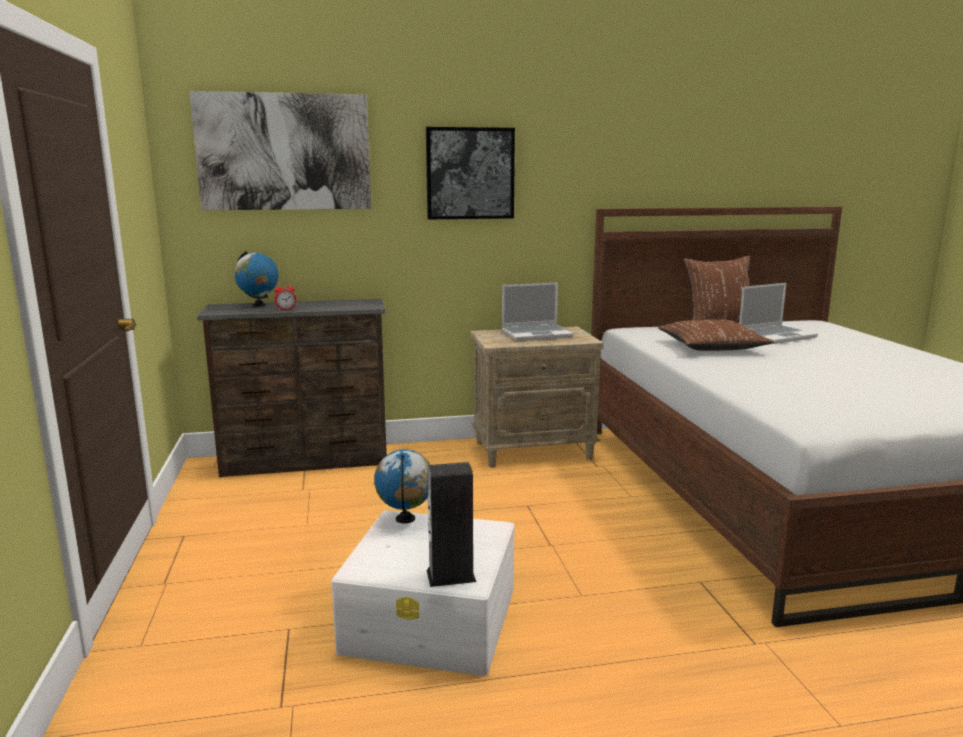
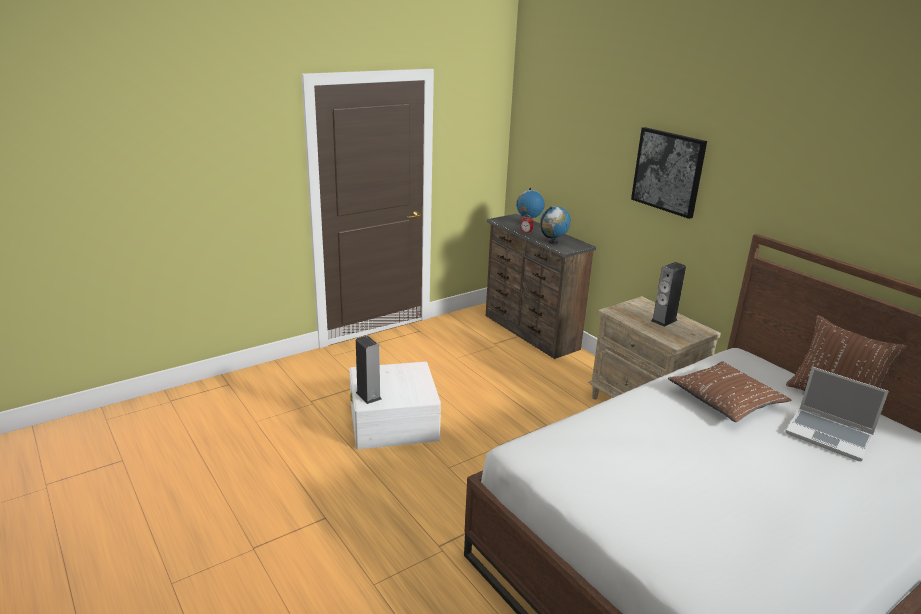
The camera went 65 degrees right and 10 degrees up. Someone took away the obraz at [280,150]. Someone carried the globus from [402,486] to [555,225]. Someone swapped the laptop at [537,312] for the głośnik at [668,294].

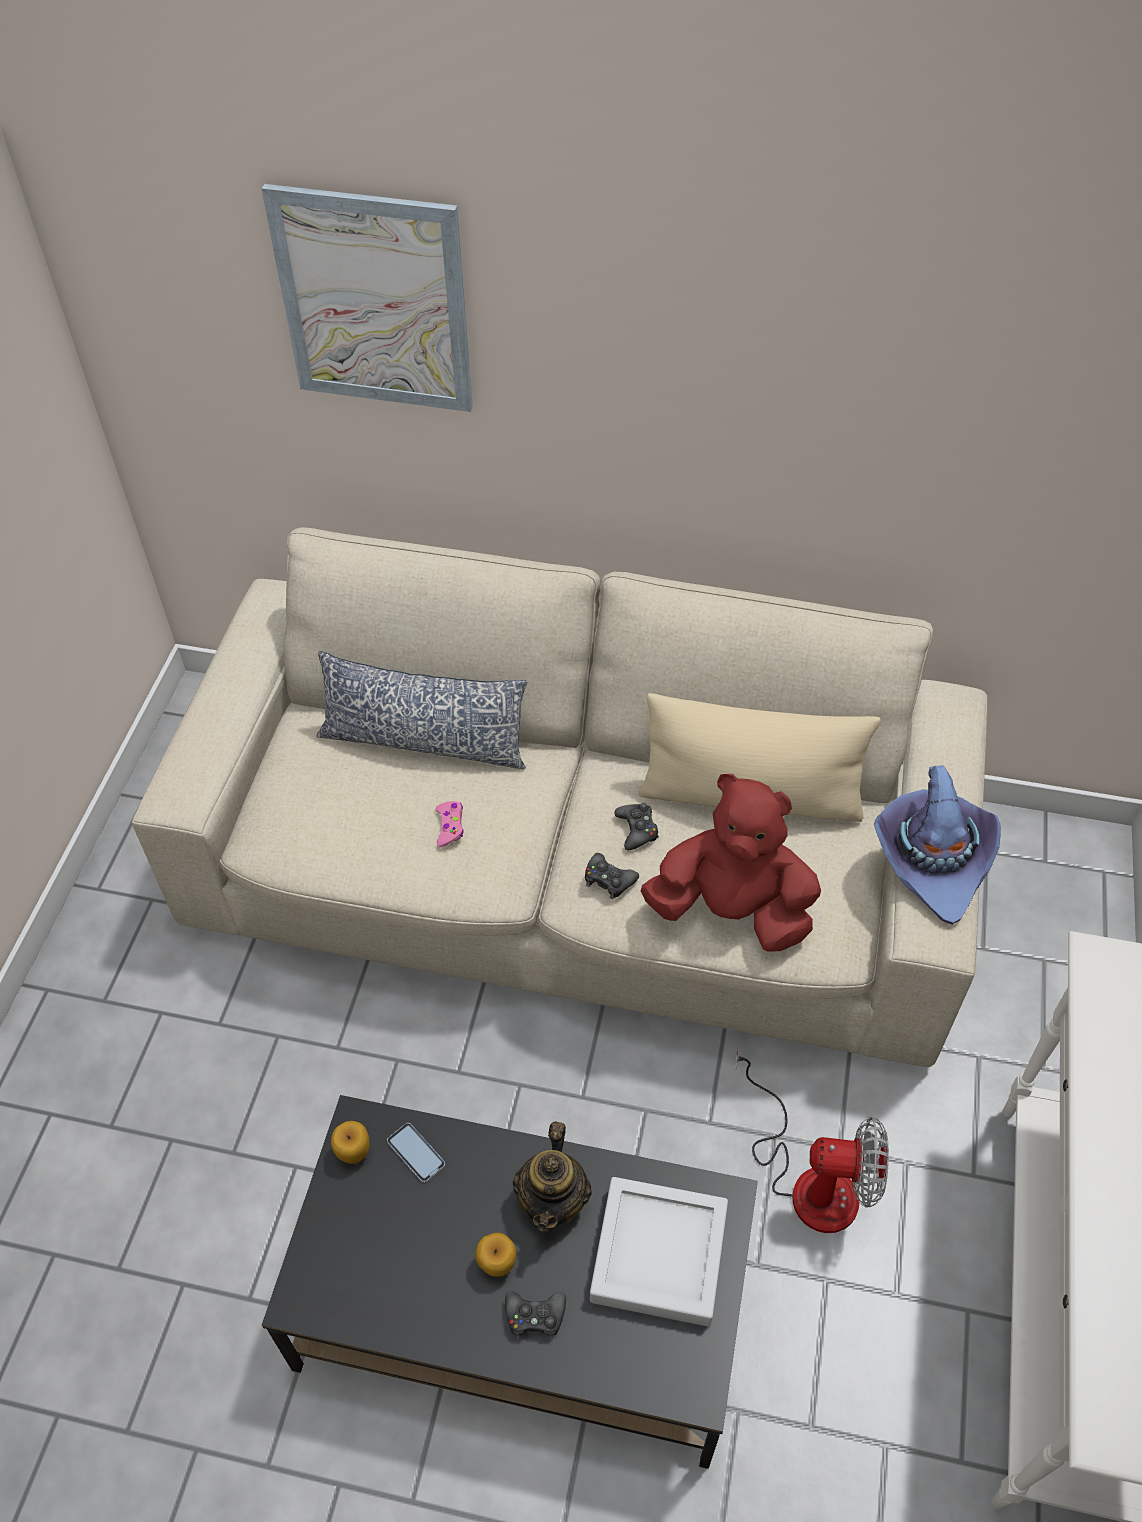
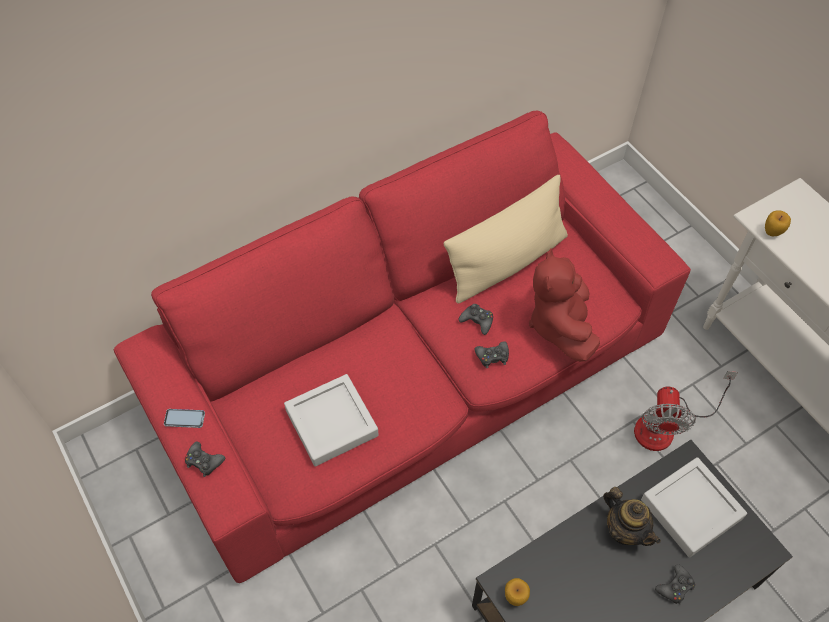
The camera went 45 degrees left and 5 degrees up. Someone took away the obraz at [367,298]. Someone took away the poduszka at [421,710]. Someone took away the pad do gier/różowy at [449,824]. Someone took away the kapelusz/fioletowy at [937,844]. Someone put down the pad do gier/czarny at [205,459]. Someone put down the taca/szary at [331,420]. Someone carried the telefon from [416,1153] to [184,418]. Someone carried the jabłko from [495,1255] to [778,223]. Someone repainted the kanapa/beżowy at [559,797], which became the kanapa/czerwony at [402,347]. Someone rotated the pluszak/czerwony at [731,863] by 60 degrees counterclockwise. Someone rotated the wentylator at [812,1138] by 135 degrees clockwise.

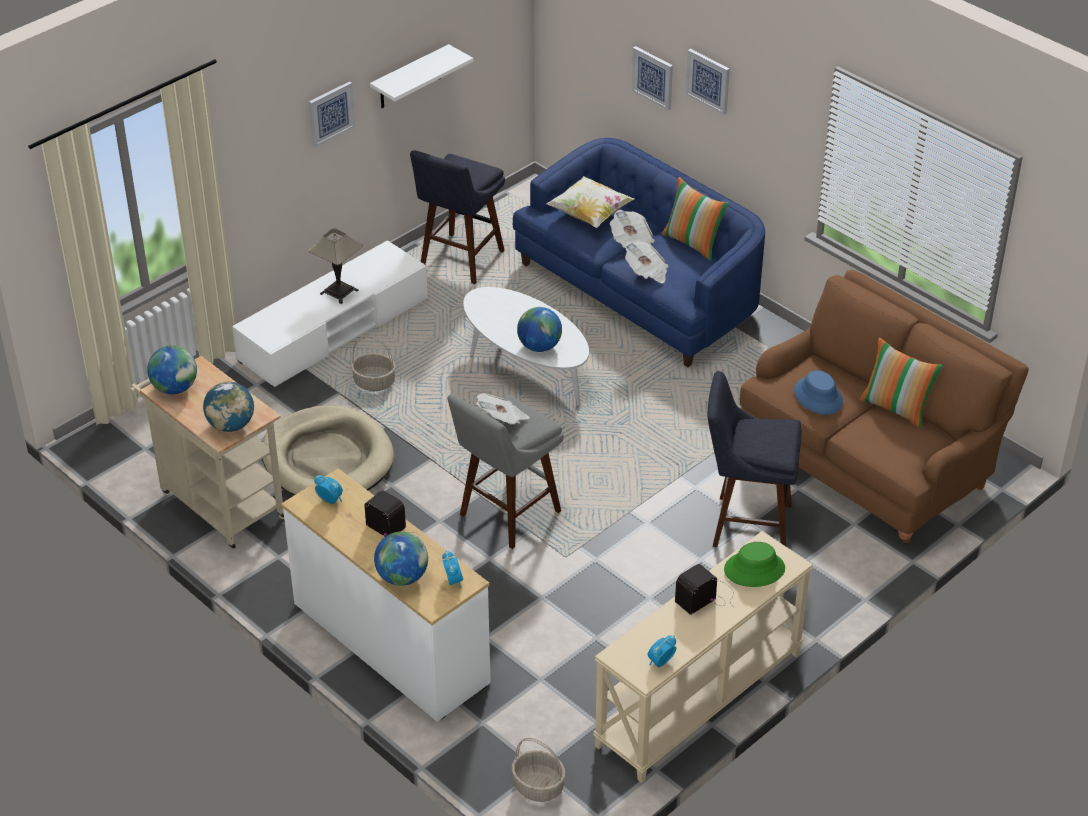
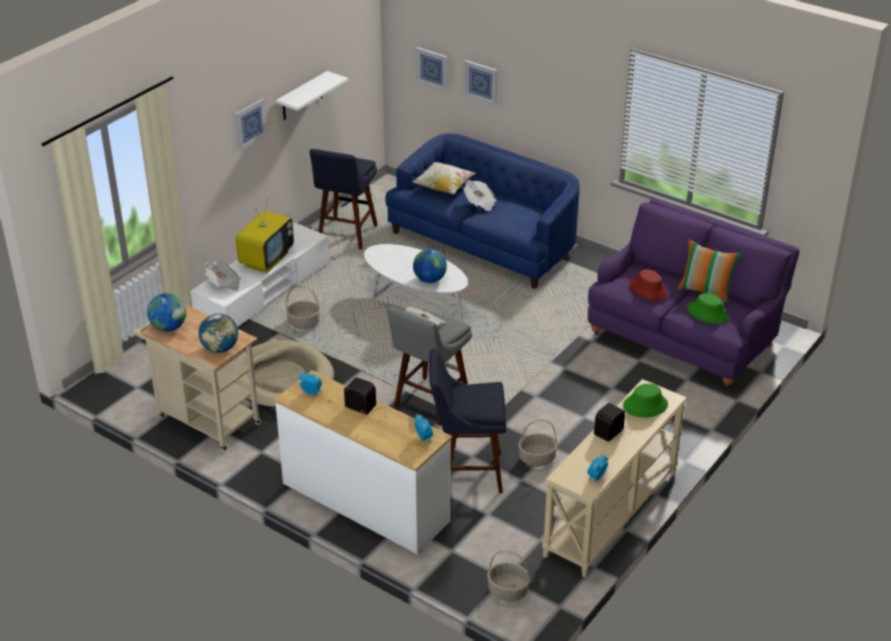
The camera went 10 degrees left and 5 degrees down. Someone took away the globus at [401,558]. Someone took away the poduszka at [695,219]. Someone put down the koszyk at [538,443]. Someone put down the kapelusz/zielony at [708,308]. Someone carried the gazeta from [647,262] to [223,276]. Someone carried the obraz from [707,82] to [431,69]. Someone carried the stołek/niebieski from [754,459] to [467,421]. Someone swapped the lampa stołowa at [335,266] for the telewizor at [264,236]. Someone repainted the kanapa/brązowy at [884,406], which became the kanapa/fioletowy at [694,293]. Someone repainted the kapelusz/niebieski at [818,392], which became the kapelusz/czerwony at [649,284].

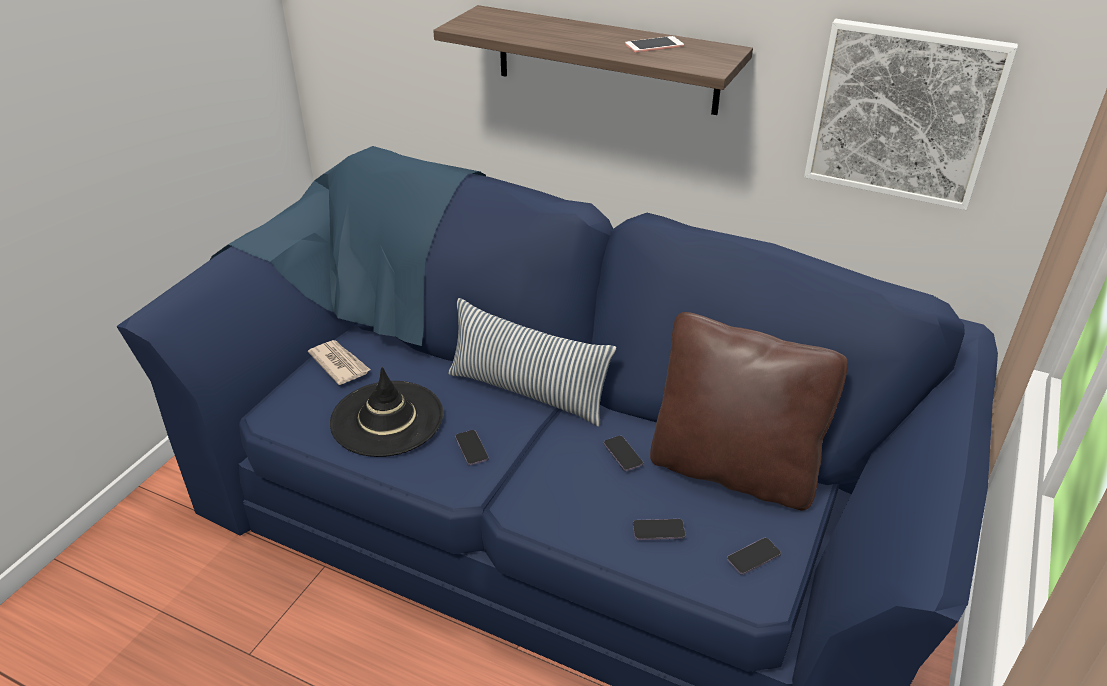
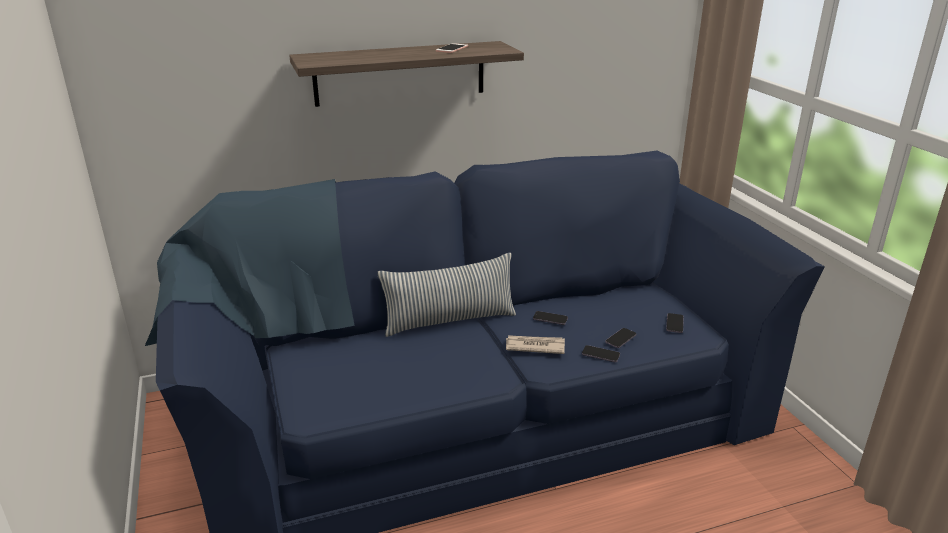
The camera went 45 degrees left and 10 degrees down. Someone took away the kapelusz/czarny at [386,412]. Someone took away the poduszka/brązowy at [749,411]. Someone took away the obraz at [911,114]. Someone carried the gazeta from [339,362] to [535,344]. Someone carried the telefon from [472,447] to [601,353].

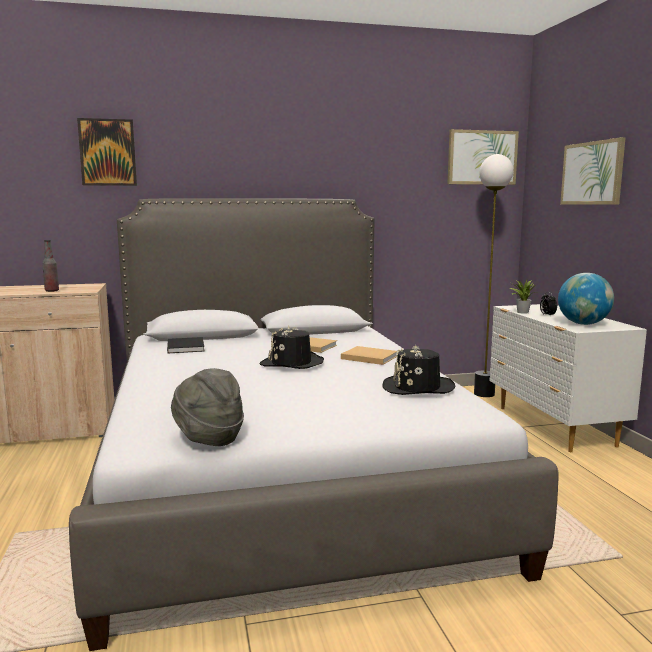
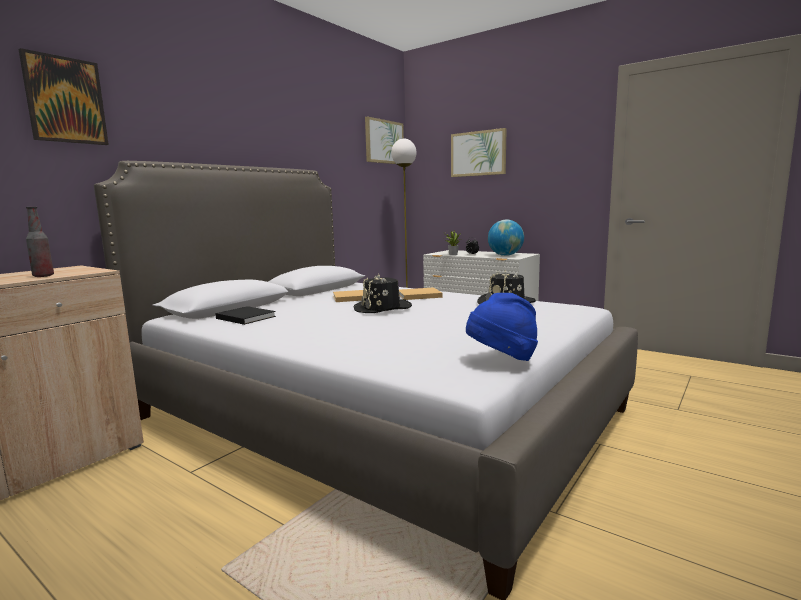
The camera went 40 degrees left and 0 degrees up. Someone repainted the kapelusz/szary at [207,407], which became the kapelusz/niebieski at [502,327].

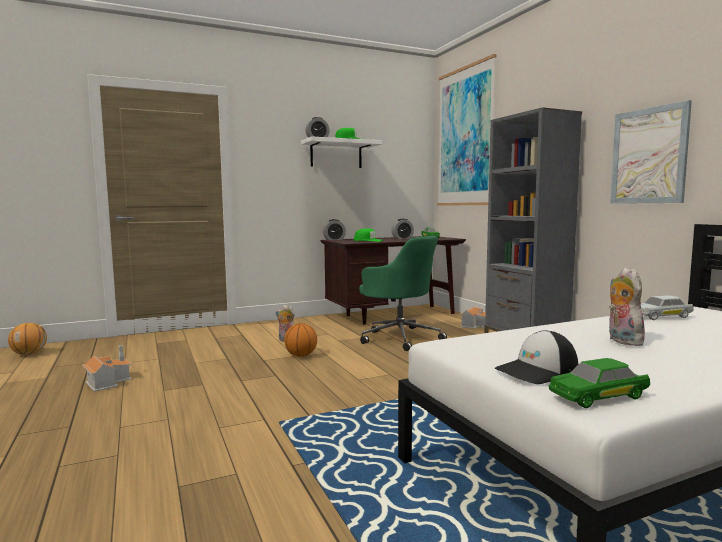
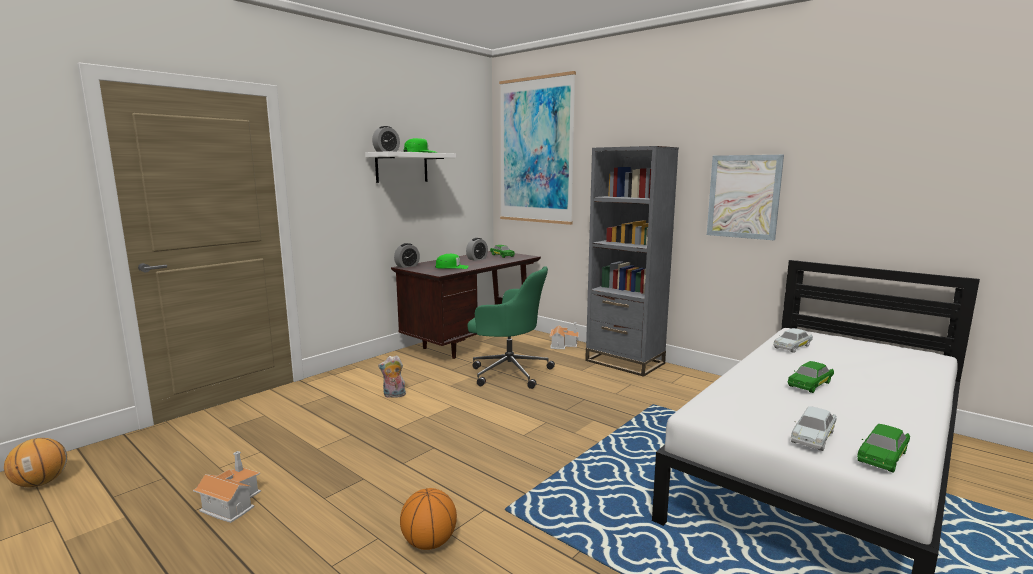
The camera went 25 degrees left and 5 degrees up. Someone carried the piłka do koszykówki from [300,340] to [428,519]. Someone swapped the czapka z daszkiem at [536,357] for the samochodzik/biały at [814,428]. Someone swapped the pluszak at [627,307] for the samochodzik/zielony at [811,377].

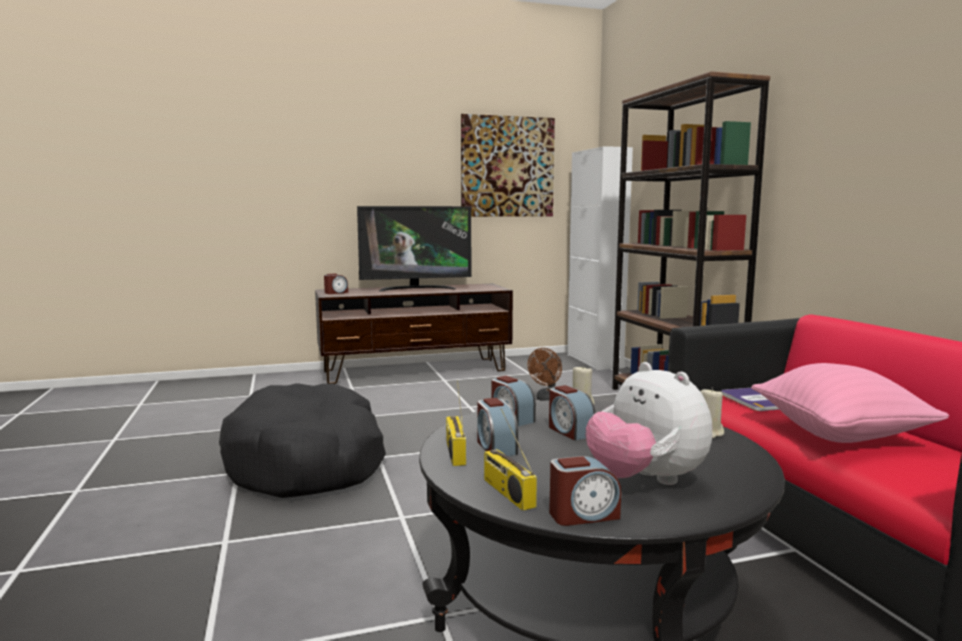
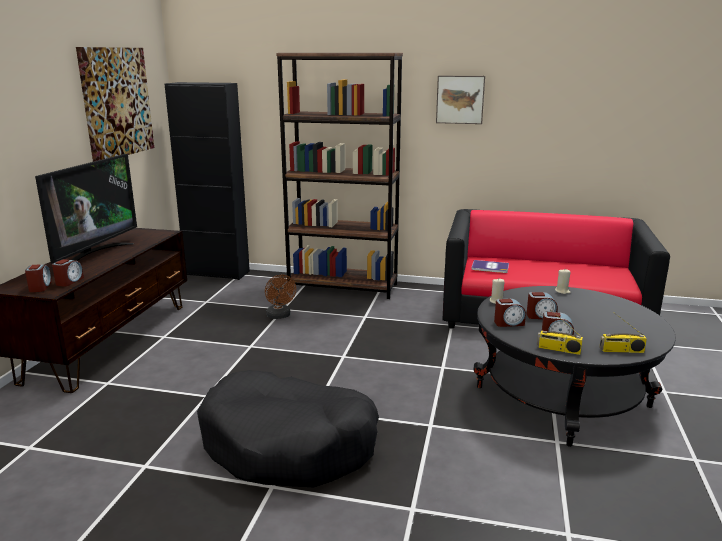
The camera went 60 degrees left and 10 degrees up. Someone took away the pluszak at [649,423]. Someone took away the poduszka/różowy at [850,403]. Someone put up the obraz at [460,100]. Someone carried the budzik from [585,491] to [68,273]. Someone repainted the szafka/biały at [600,258], which became the szafka/czarny at [207,181].

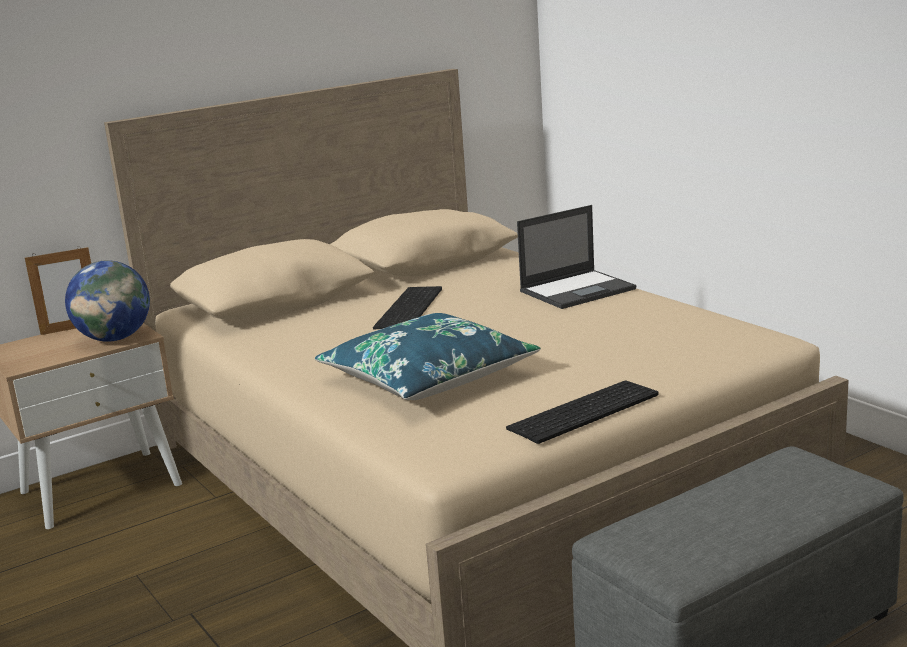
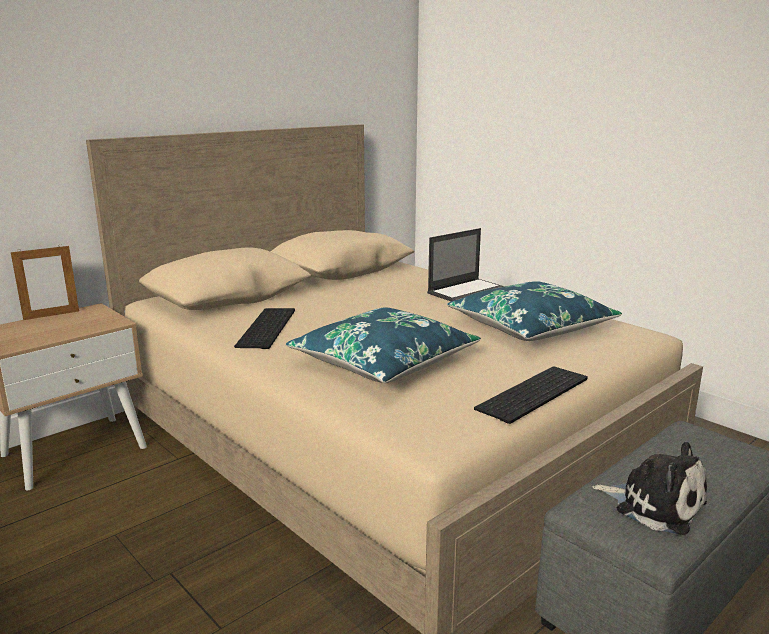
The camera went 10 degrees left and 0 degrees up. Someone took away the globus at [107,301]. Someone put down the poduszka/niebieski at [534,311]. Someone put down the pluszak at [649,488]. Someone carried the klawiatura from [407,307] to [264,328].

